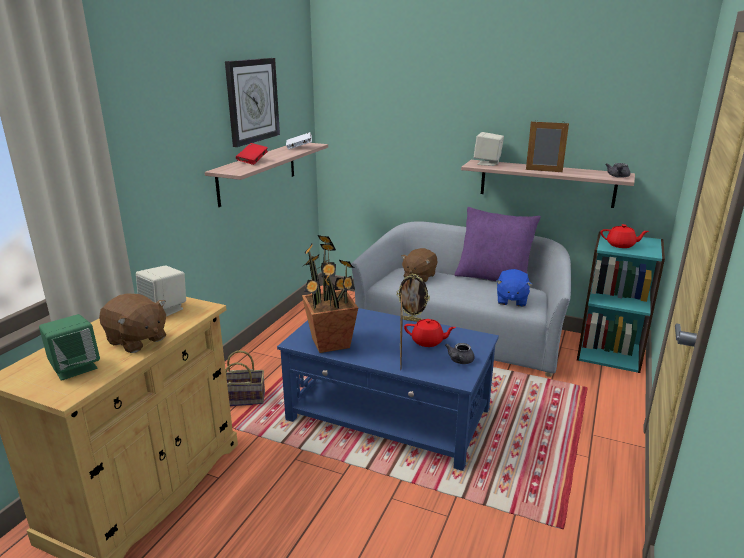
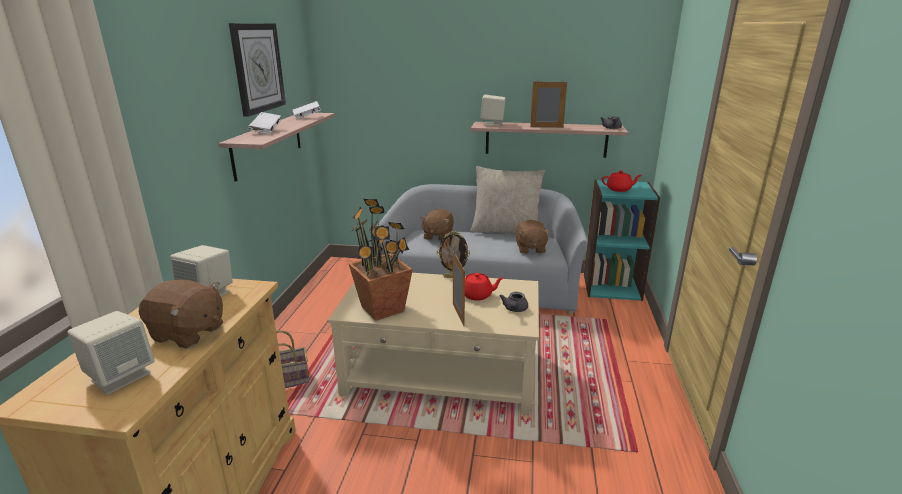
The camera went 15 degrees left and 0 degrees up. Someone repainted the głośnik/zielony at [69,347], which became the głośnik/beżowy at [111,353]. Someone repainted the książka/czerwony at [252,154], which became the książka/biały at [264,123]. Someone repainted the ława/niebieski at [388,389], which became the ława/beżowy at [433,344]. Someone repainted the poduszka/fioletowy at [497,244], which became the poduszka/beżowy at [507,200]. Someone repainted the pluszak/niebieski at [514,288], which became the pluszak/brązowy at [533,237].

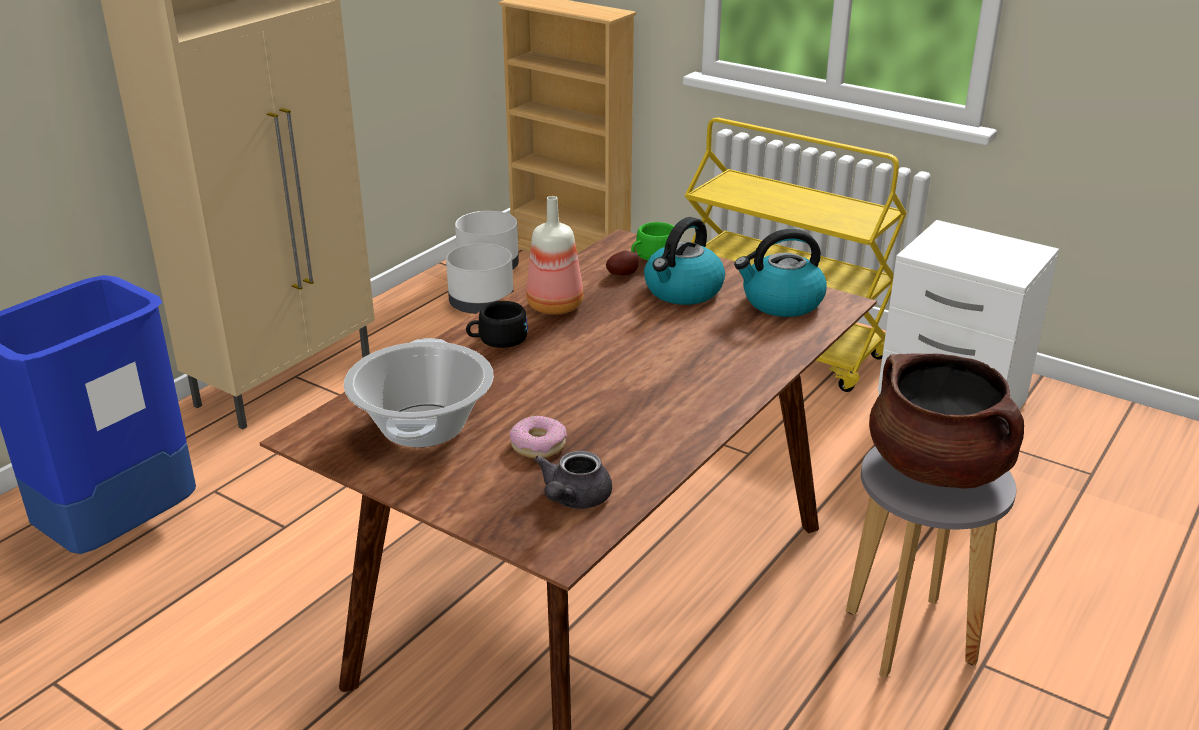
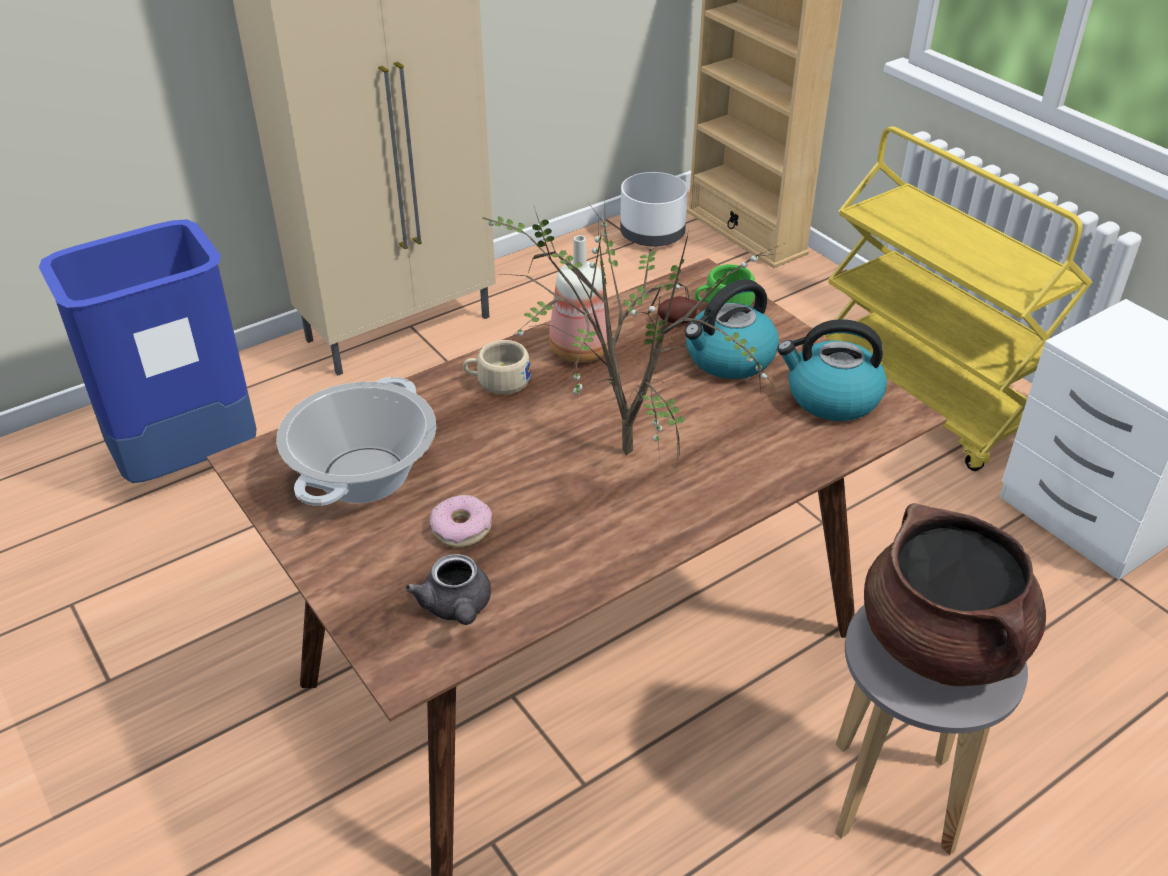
The camera went 20 degrees right and 10 degrees up. Someone took away the donica/biały at [479,278]. Someone put down the roślina doniczkowa at [633,338]. Someone repainted the filiżanka/czarny at [497,324], which became the filiżanka/beżowy at [497,367]. Someone rotated the imbryk/szary at [573,480] by 60 degrees counterclockwise.

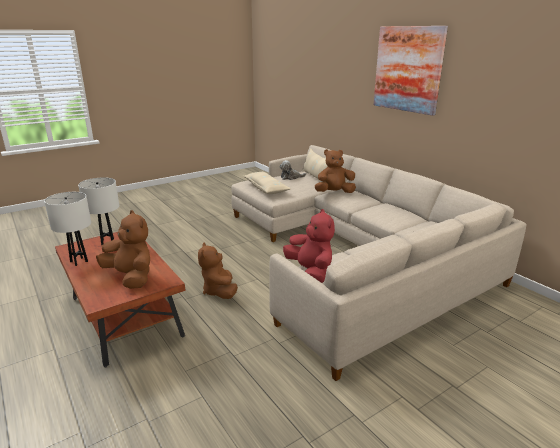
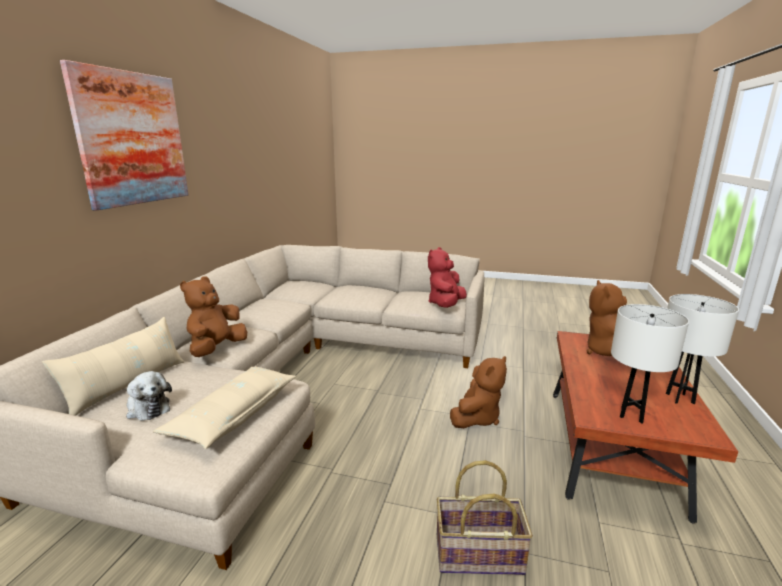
The camera went 130 degrees left and 5 degrees down. Someone put down the koszyk at [485,517]. Someone rotated the pluszak/brązowy at [335,171] by 75 degrees clockwise.

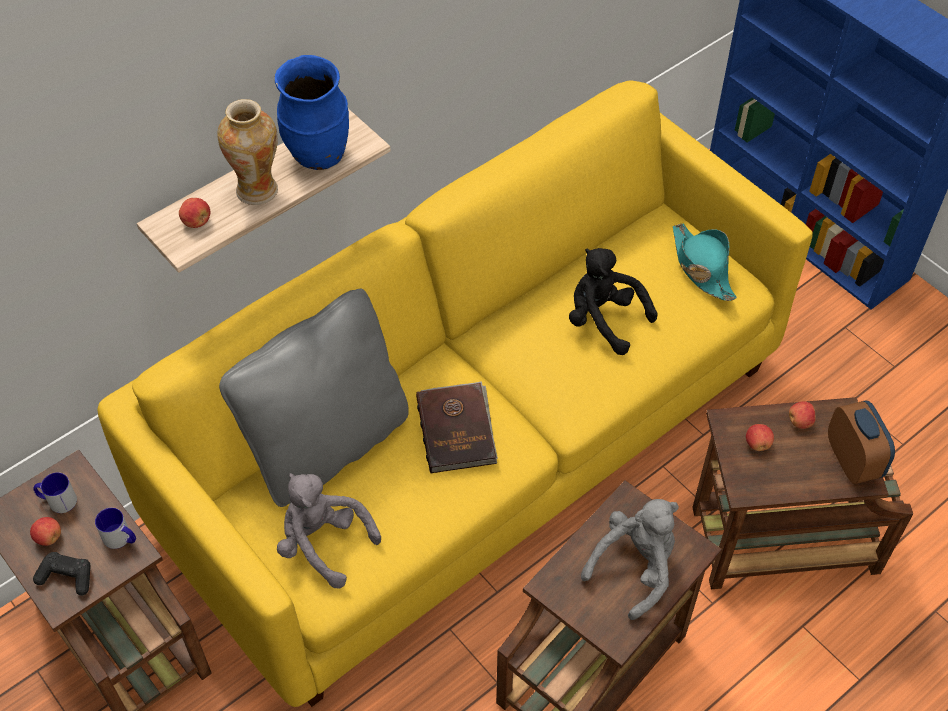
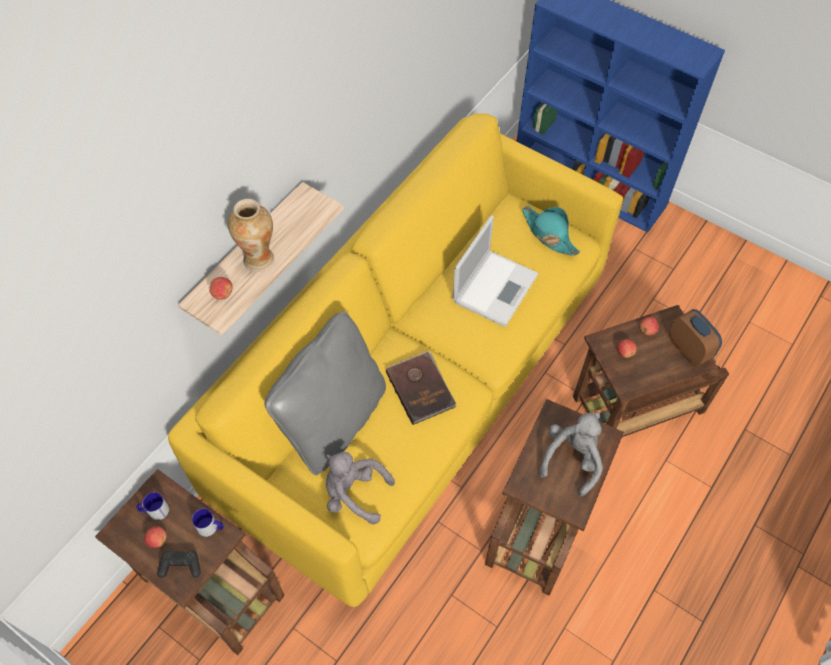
The camera went 15 degrees left and 5 degrees up. Someone took away the wazon/niebieski at [312,112]. Someone swapped the pluszak/czarny at [613,301] for the laptop at [496,271].

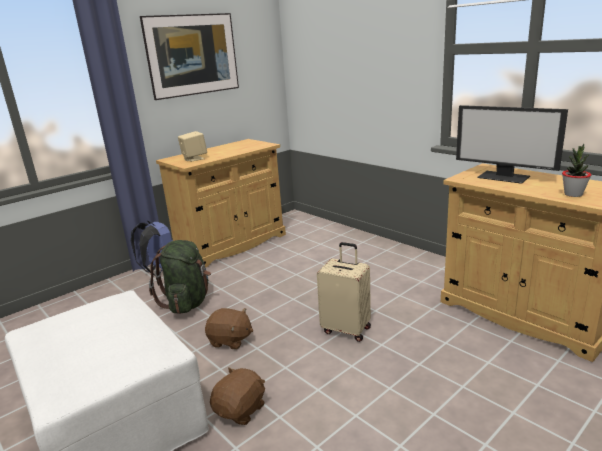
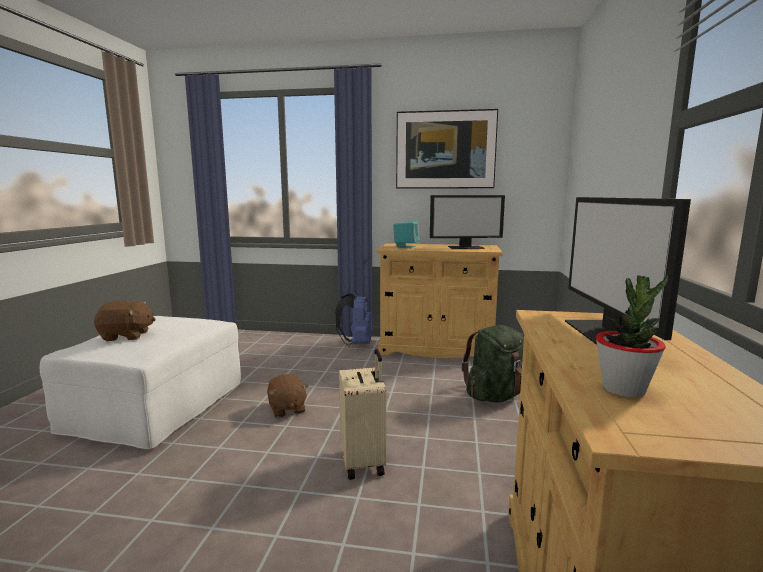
The camera went 50 degrees right and 10 degrees down. Someone put down the monitor at [467,222]. Someone carried the plecak/zielony from [180,277] to [493,364]. Someone carried the pluszak/brązowy from [237,396] to [125,321]. Someone repainted the głośnik/beżowy at [192,146], which became the głośnik/turkusowy at [406,234].

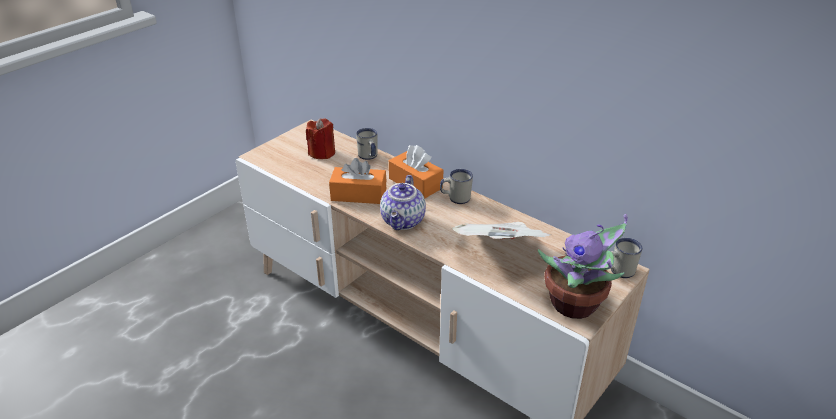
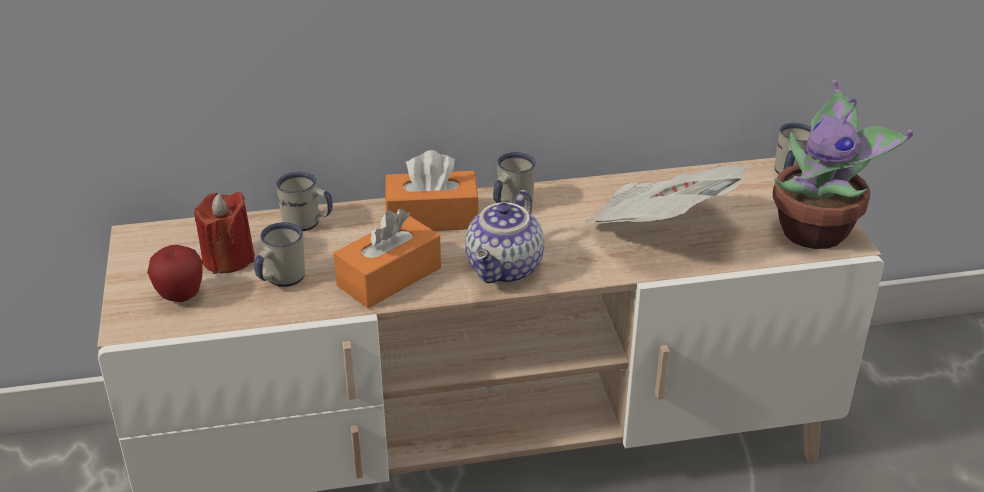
The camera went 50 degrees left and 0 degrees up. Someone put down the jabłko at [175,273]. Someone put down the kubek/biały at [280,254]. Someone rotated the imbryk at [403,202] by 60 degrees clockwise.

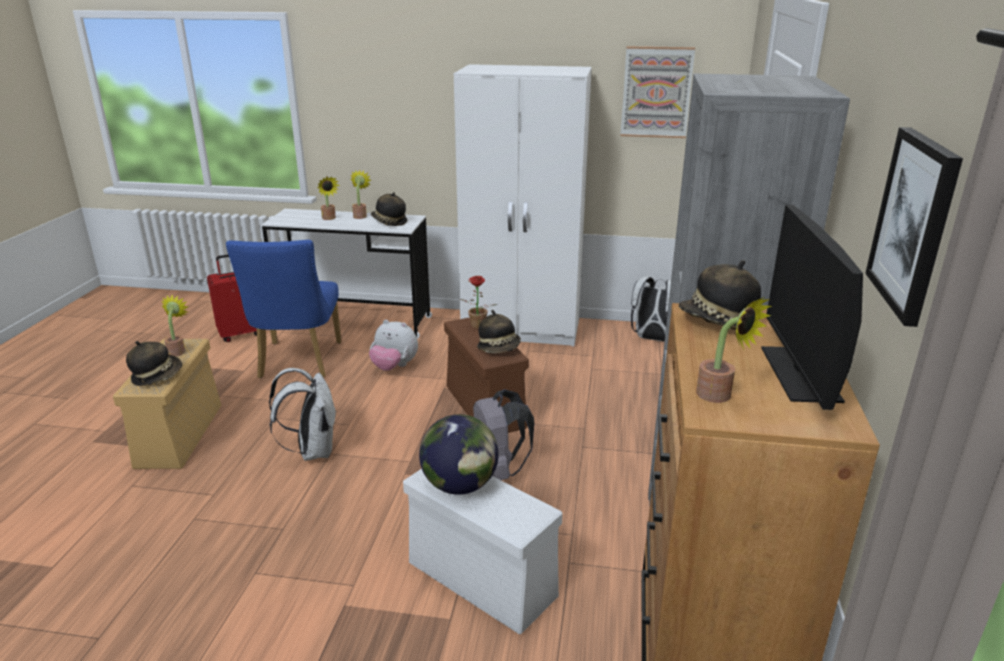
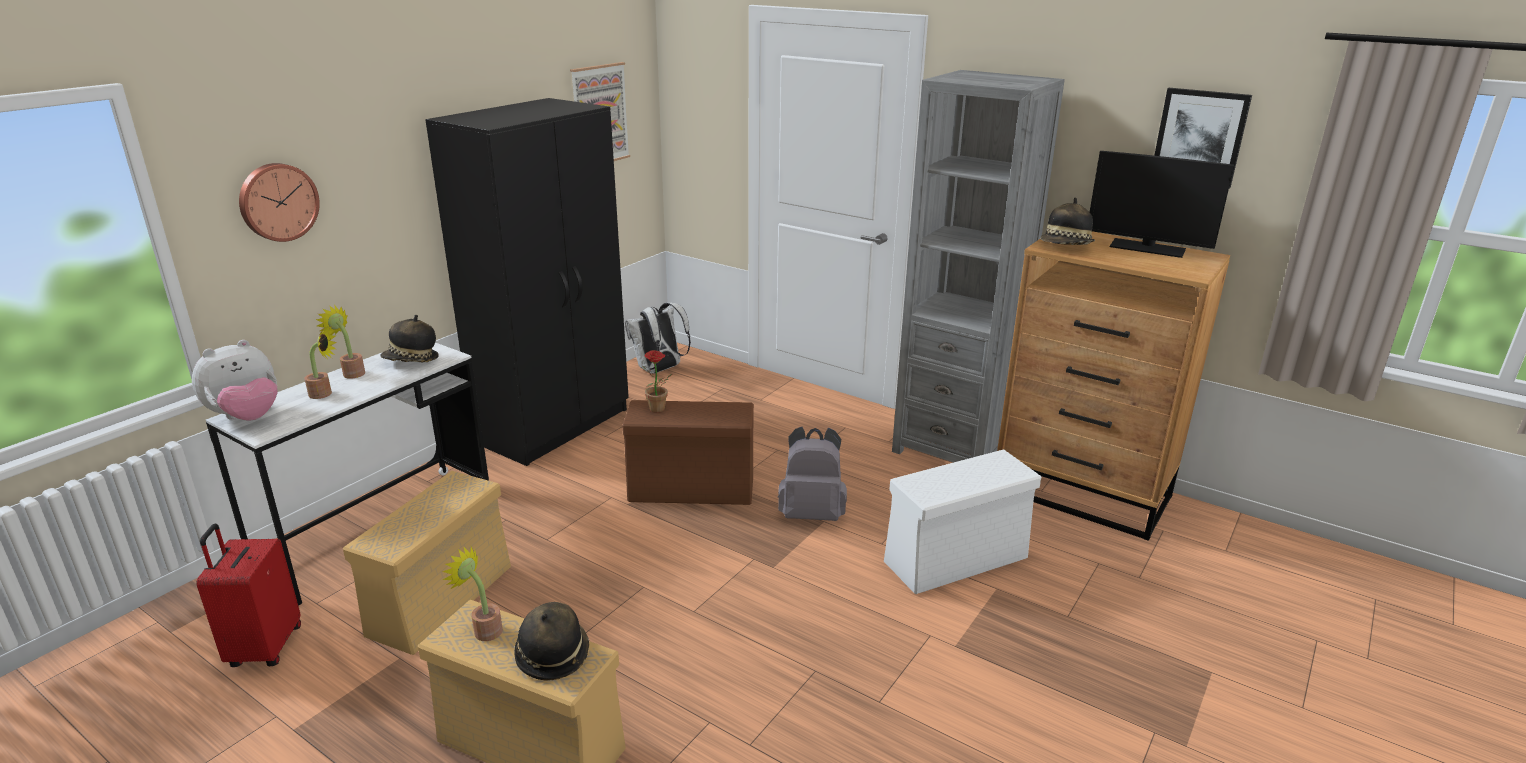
The camera went 65 degrees left and 0 degrees up. Someone took away the plecak/biały at [302,414]. Someone took away the globus at [459,454]. Someone took away the kapelusz at [499,331]. Someone took away the roślina doniczkowa at [734,350]. Someone put up the zegar ścienny at [279,202]. Someone carried the pluszak from [393,345] to [235,380]. Someone swapped the krzesło/niebieski at [284,309] for the pojemnik do przechowywania/beżowy at [427,563]. Someone repainted the szafa/biały at [523,205], which became the szafa/czarny at [527,282].

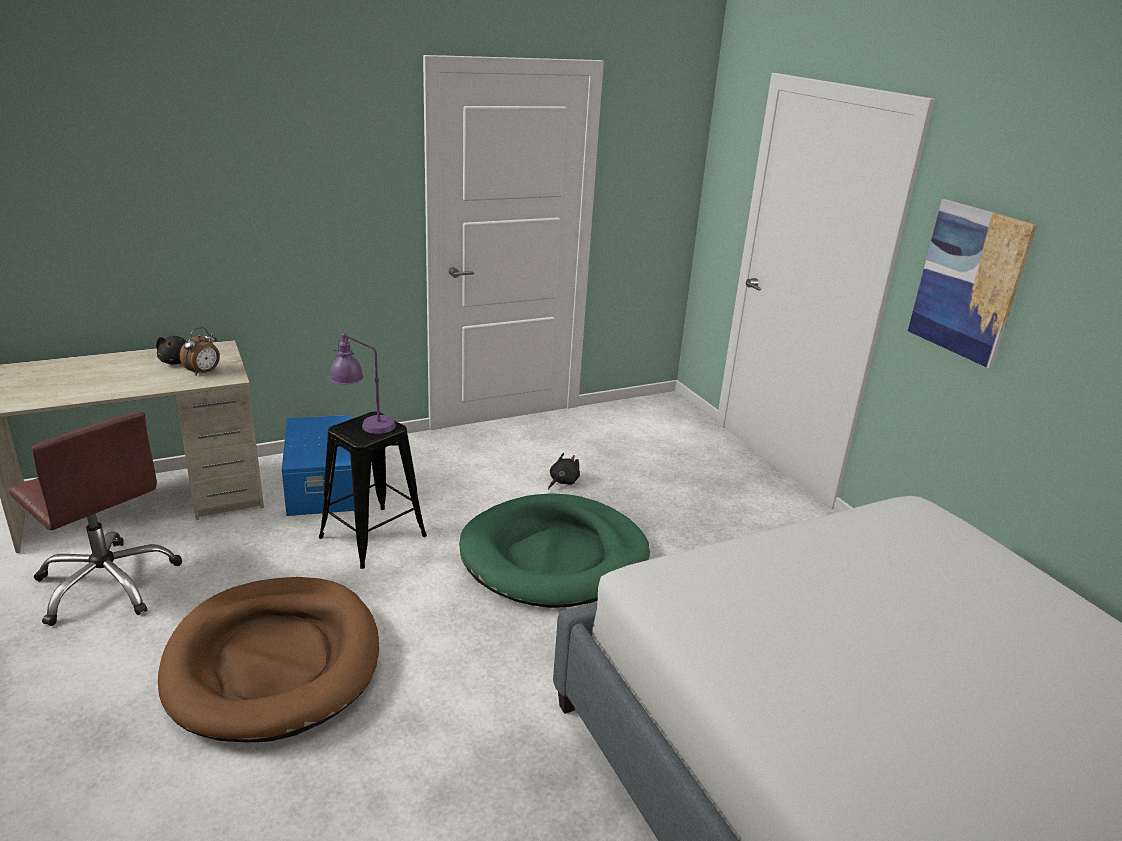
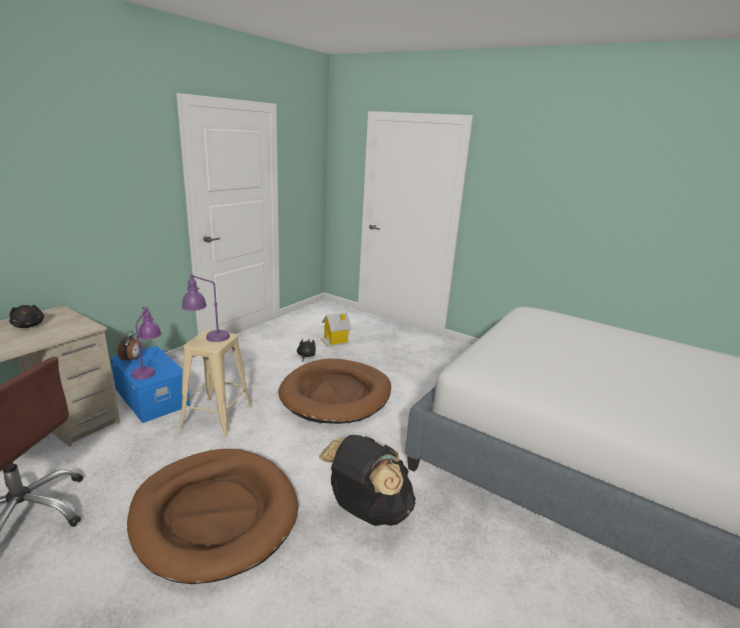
The camera went 30 degrees left and 5 degrees down. Someone took away the obraz at [972,283]. Someone put down the lampa stołowa/fioletowy at [146,343]. Someone put down the plecak/czarny at [367,480]. Someone put down the domek at [336,329]. Someone carried the budzik from [200,351] to [129,347]. Someone repainted the stołek/czarny at [373,490], which became the stołek/beżowy at [215,384]. Someone repainted the legowisko/zielony at [554,550], which became the legowisko/brązowy at [334,391].

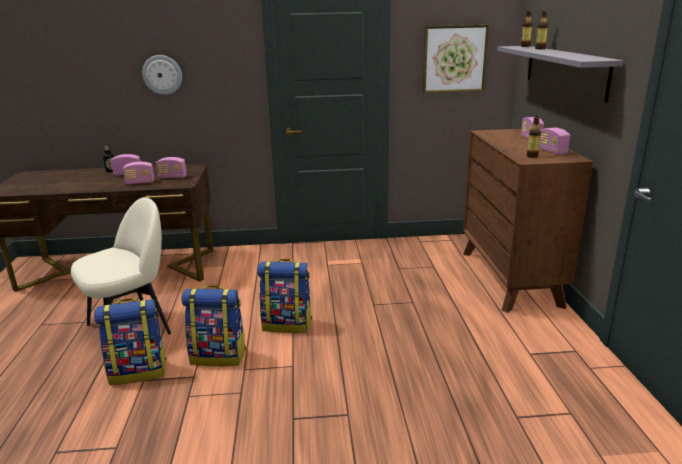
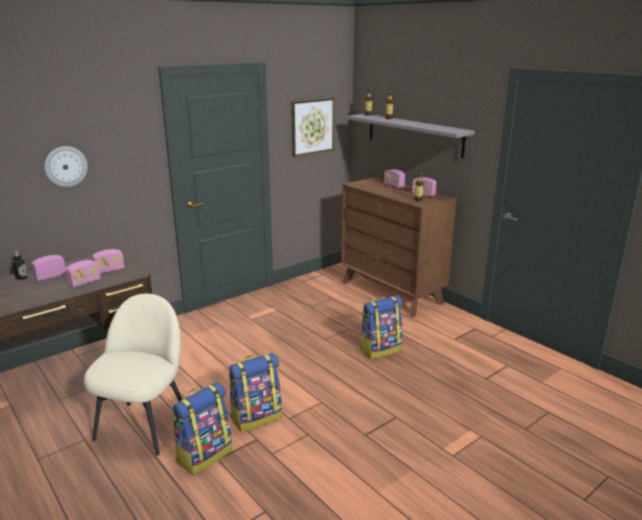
The camera went 35 degrees left and 0 degrees up. Someone carried the plecak from [284,296] to [381,327].

